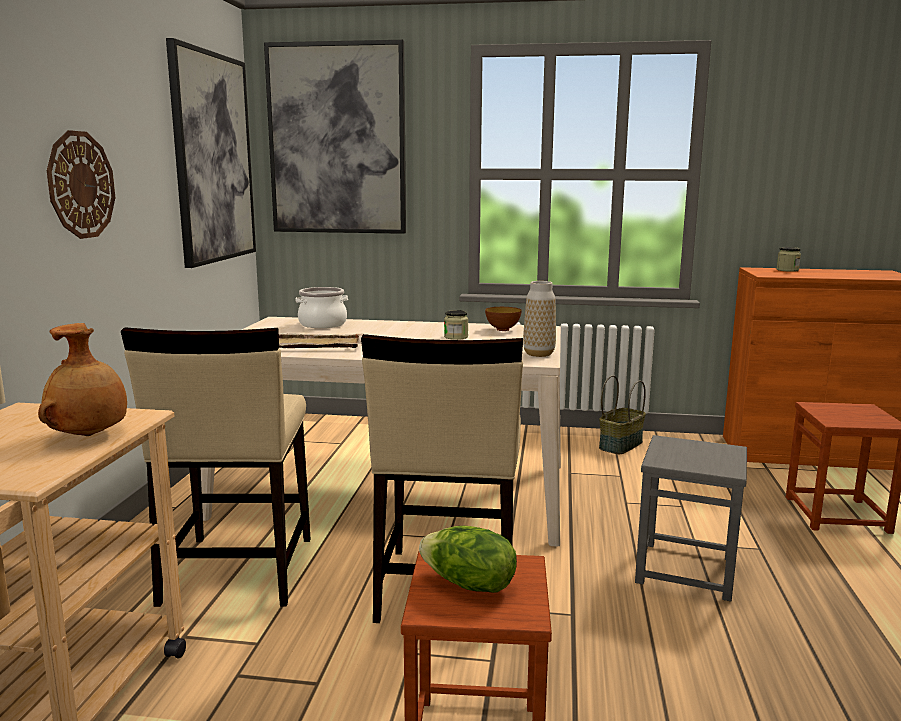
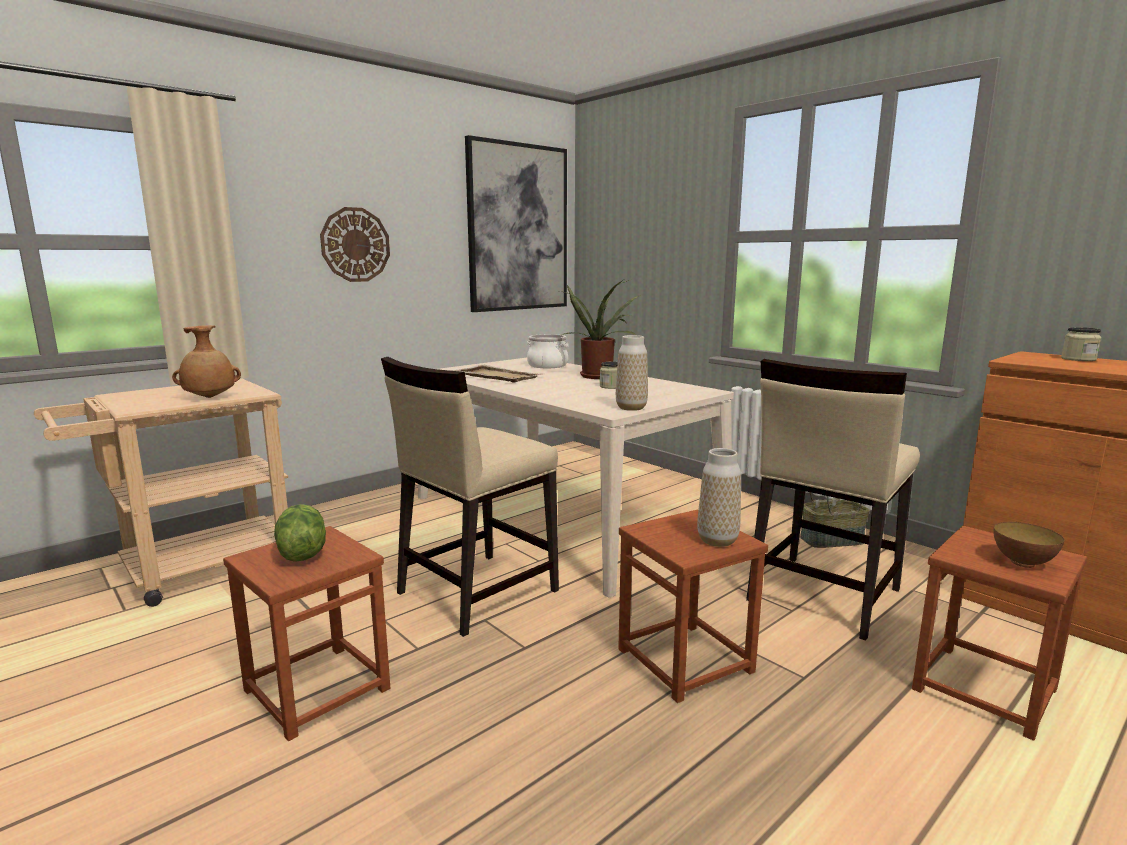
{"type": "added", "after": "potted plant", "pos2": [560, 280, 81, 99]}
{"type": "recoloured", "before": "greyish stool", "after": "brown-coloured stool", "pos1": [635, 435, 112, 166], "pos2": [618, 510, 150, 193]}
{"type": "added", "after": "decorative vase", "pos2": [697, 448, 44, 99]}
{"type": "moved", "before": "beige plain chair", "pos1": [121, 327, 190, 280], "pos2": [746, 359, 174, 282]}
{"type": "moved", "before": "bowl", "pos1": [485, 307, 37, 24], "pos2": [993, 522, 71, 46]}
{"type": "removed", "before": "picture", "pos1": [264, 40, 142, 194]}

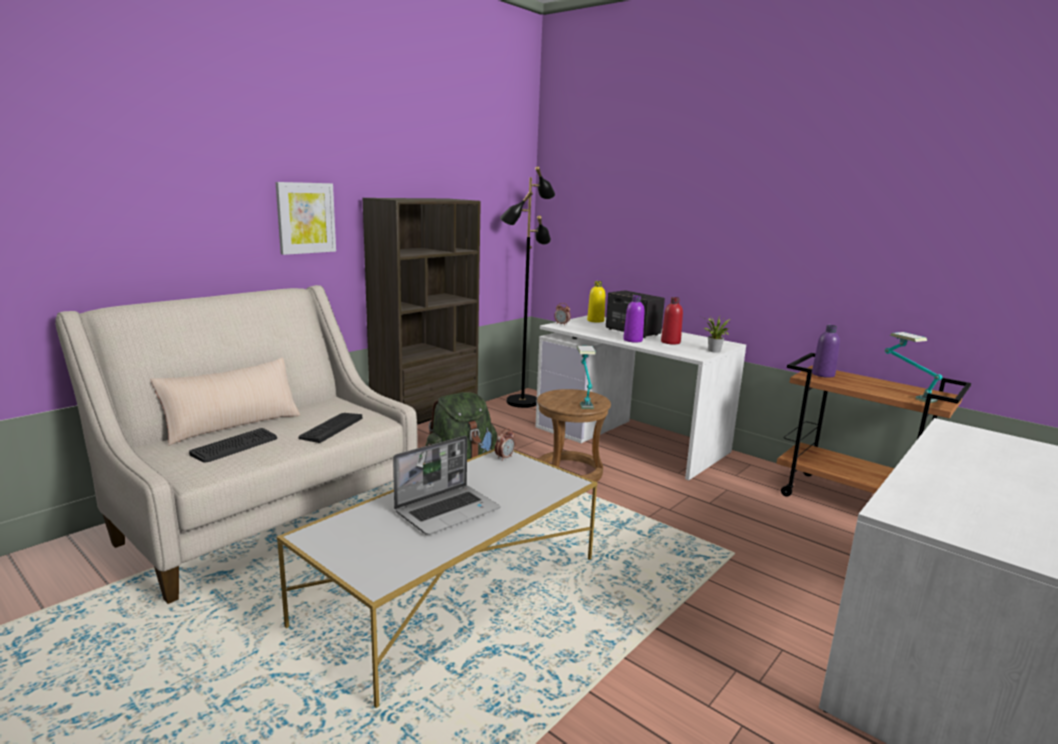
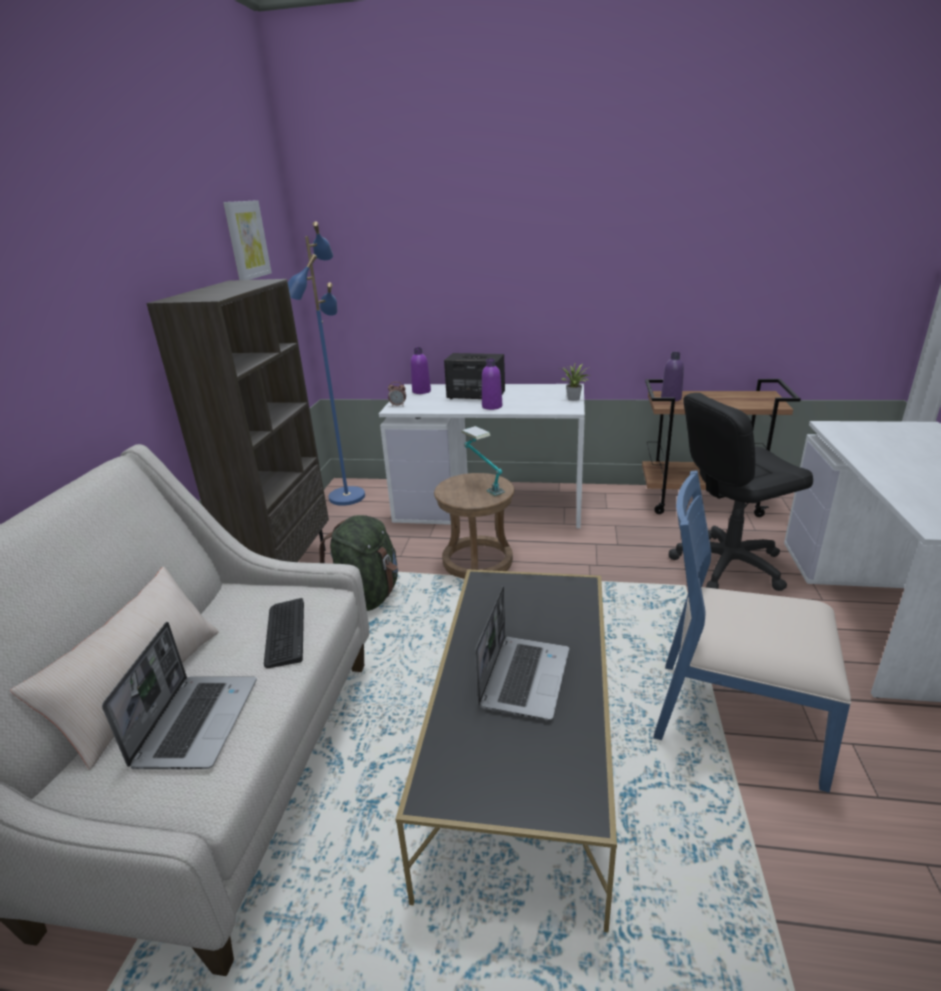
{"type": "replaced", "before": "PC keyboard", "after": "portable computer", "pos1": [189, 428, 88, 34], "pos2": [102, 622, 155, 147]}
{"type": "moved", "before": "picture", "pos1": [275, 182, 61, 73], "pos2": [223, 200, 49, 80]}
{"type": "recoloured", "before": "blackish floor lamp", "after": "blue floor lamp", "pos1": [500, 166, 55, 242], "pos2": [288, 221, 77, 285]}
{"type": "recoloured", "before": "whitish lounge table", "after": "blackish lounge table", "pos1": [277, 449, 320, 259], "pos2": [396, 569, 221, 363]}
{"type": "recoloured", "before": "yellow drink bottle", "after": "purple-coloured drink bottle", "pos1": [587, 281, 18, 42], "pos2": [411, 347, 20, 47]}
{"type": "added", "after": "blue plain chair", "pos2": [654, 470, 197, 323]}
{"type": "added", "after": "blackish computer chair", "pos2": [669, 393, 144, 198]}
{"type": "removed", "before": "alarm clock", "pos1": [495, 428, 20, 33]}
{"type": "removed", "before": "red drink bottle", "pos1": [661, 297, 22, 48]}
{"type": "removed", "before": "lamp for a table", "pos1": [885, 332, 57, 71]}

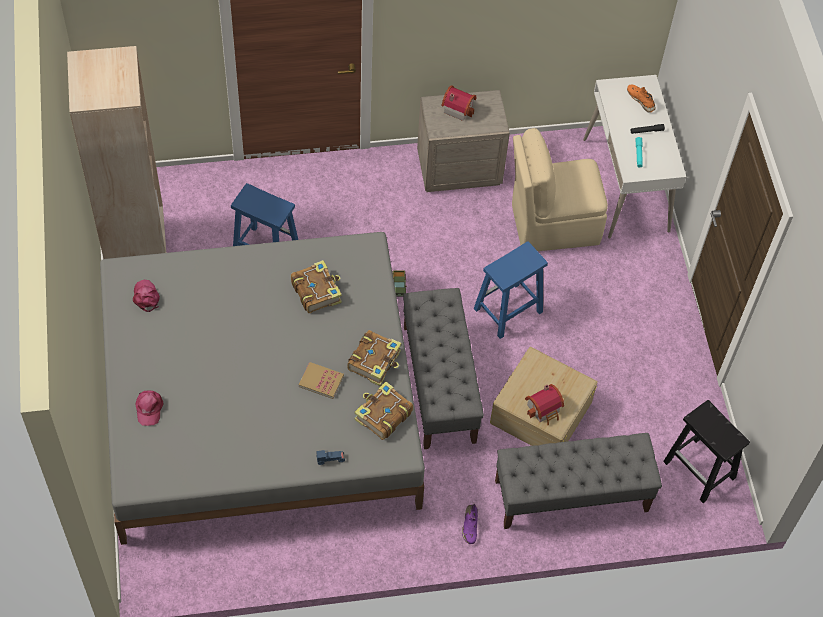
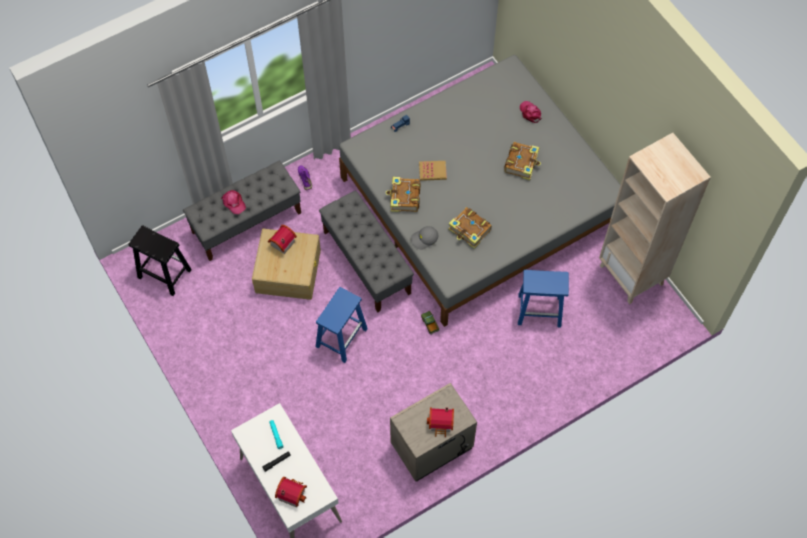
{"type": "moved", "before": "pink cap", "pos1": [133, 280, 27, 32], "pos2": [221, 190, 25, 24]}
{"type": "replaced", "before": "orangey low shoe", "after": "model house", "pos1": [627, 85, 29, 28], "pos2": [275, 477, 32, 30]}
{"type": "added", "after": "greyish cap", "pos2": [411, 226, 27, 24]}
{"type": "moved", "before": "volume", "pos1": [354, 381, 59, 59], "pos2": [504, 142, 37, 38]}
{"type": "removed", "before": "beige plain chair", "pos1": [512, 128, 96, 123]}

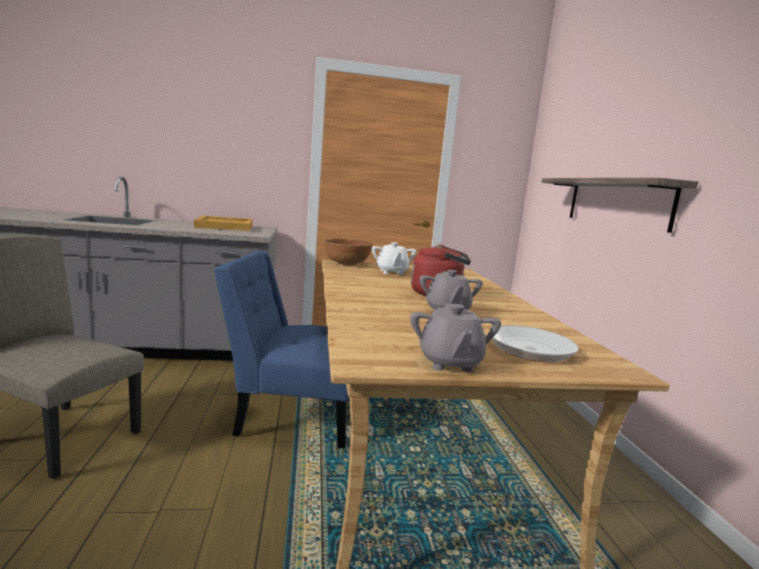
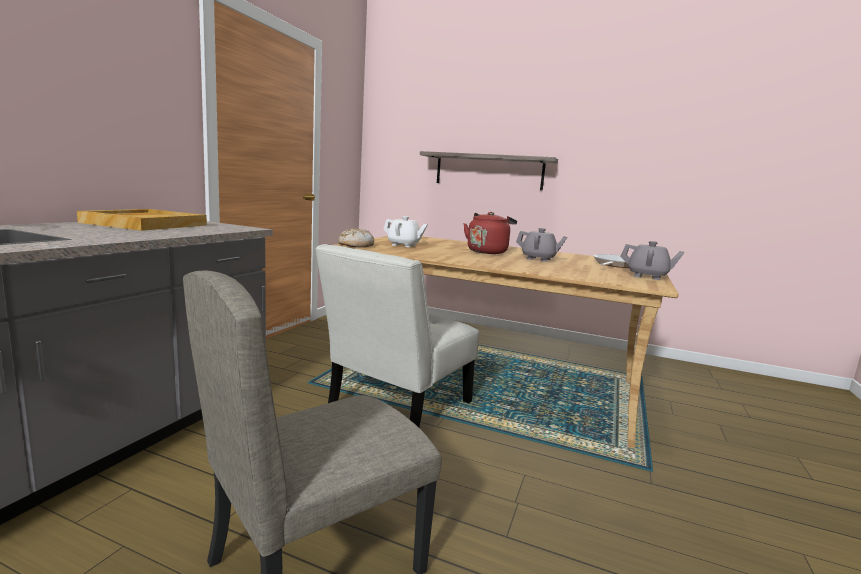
{"type": "recoloured", "before": "blue plain chair", "after": "whitish plain chair", "pos1": [214, 251, 135, 198], "pos2": [315, 244, 164, 183]}
{"type": "replaced", "before": "brown-coloured bowl", "after": "baked bread", "pos1": [323, 239, 50, 27], "pos2": [338, 228, 36, 20]}

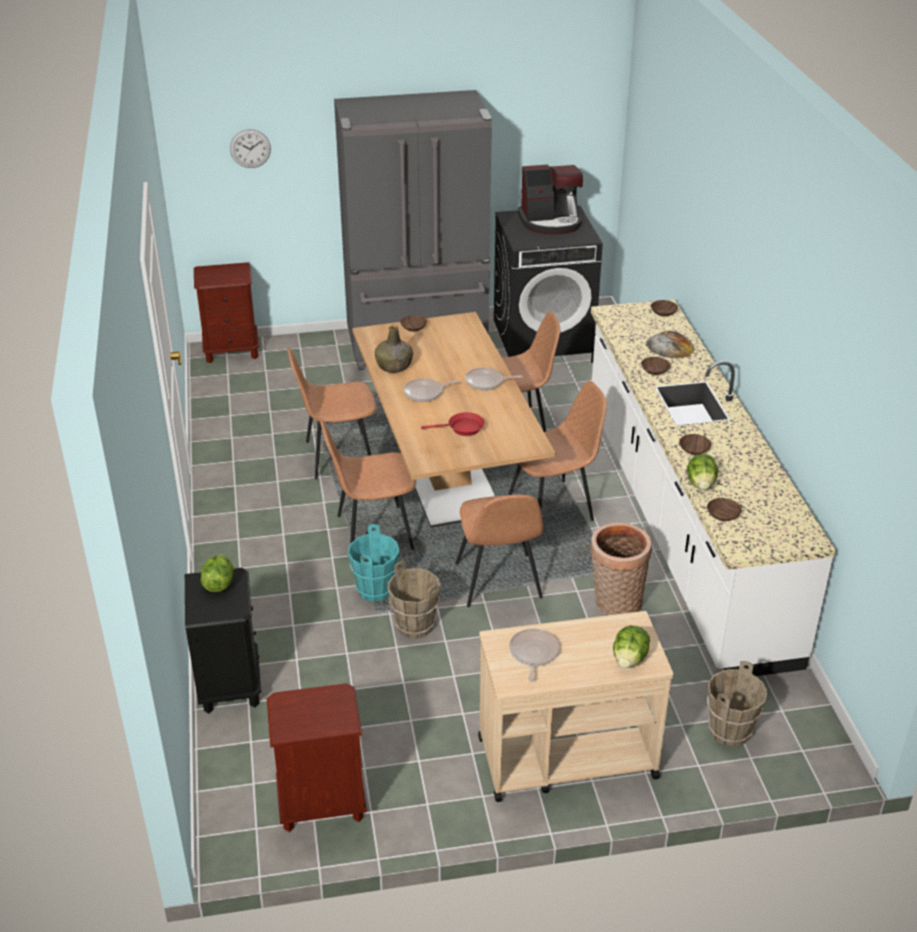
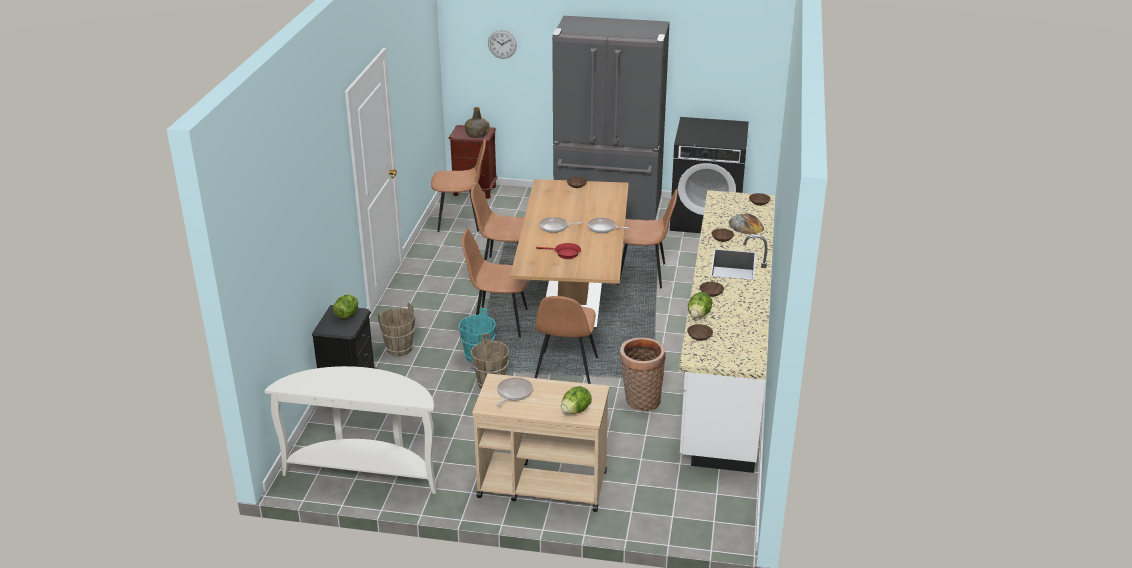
{"type": "replaced", "before": "brown-coloured nightstand", "after": "whitish console table", "pos1": [267, 683, 100, 149], "pos2": [265, 366, 172, 128]}
{"type": "moved", "before": "brown-coloured bucket", "pos1": [707, 661, 60, 86], "pos2": [378, 303, 37, 53]}
{"type": "moved", "before": "brown-coloured plain chair", "pos1": [509, 381, 98, 140], "pos2": [431, 139, 55, 93]}
{"type": "moved", "before": "greenish drink bottle", "pos1": [375, 325, 38, 48], "pos2": [465, 107, 25, 31]}
{"type": "removed", "before": "coffee maker", "pos1": [517, 165, 66, 69]}

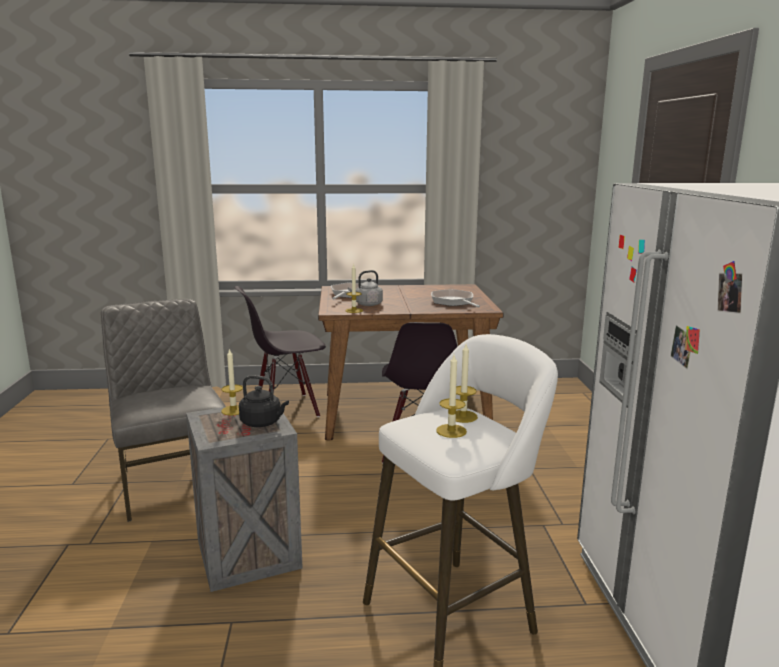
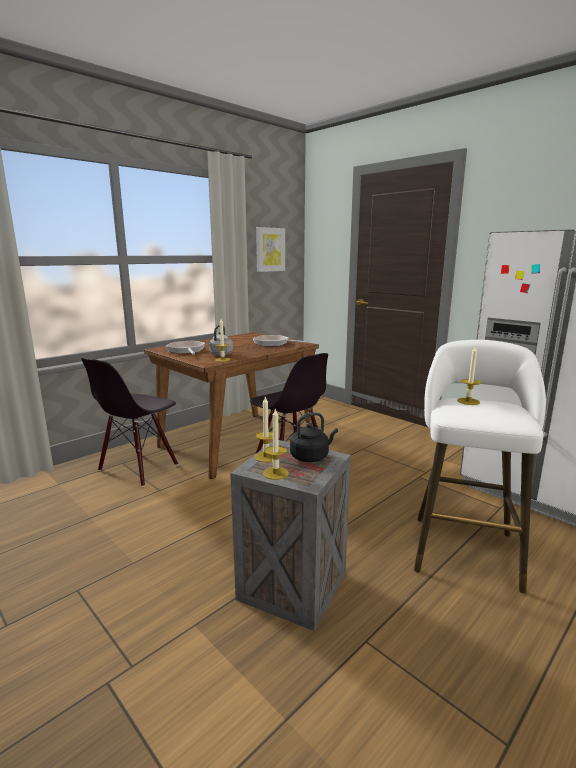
{"type": "added", "after": "picture", "pos2": [256, 227, 29, 45]}
{"type": "moved", "before": "candle", "pos1": [436, 355, 31, 83], "pos2": [263, 408, 26, 72]}
{"type": "removed", "before": "greyish plain chair", "pos1": [101, 299, 125, 223]}

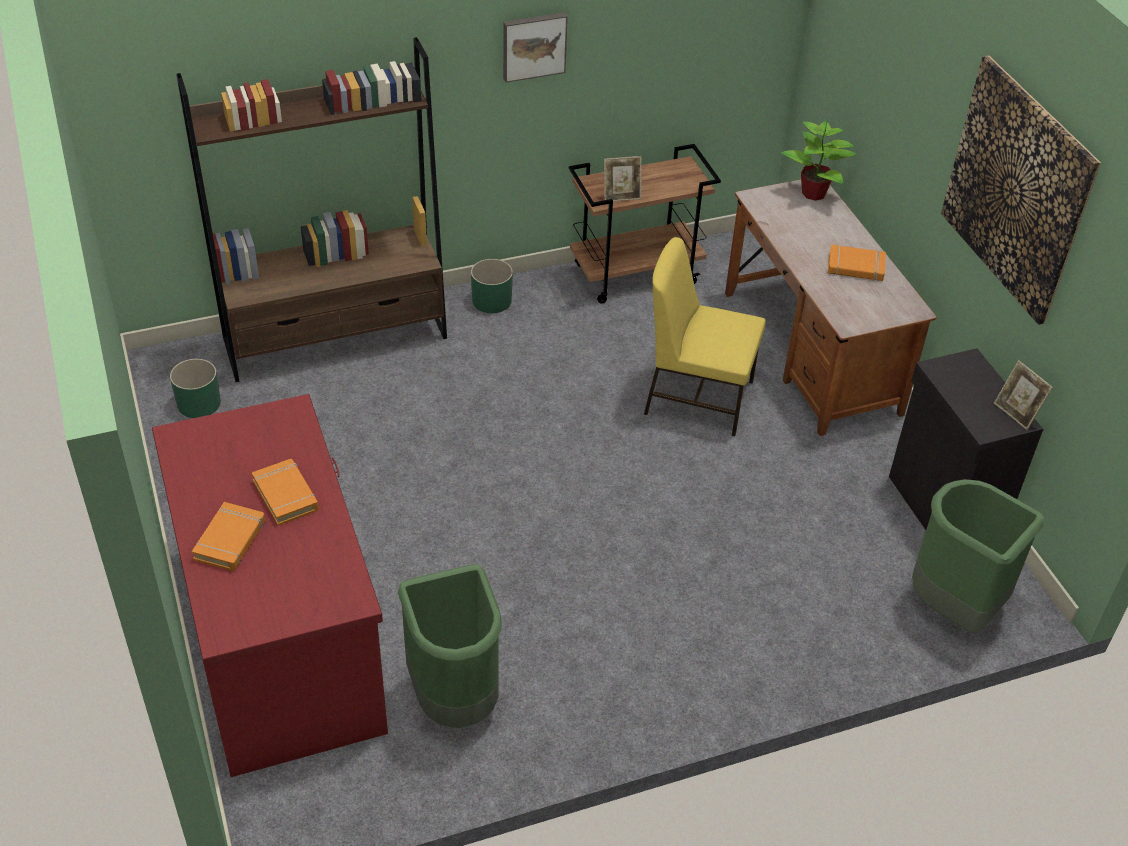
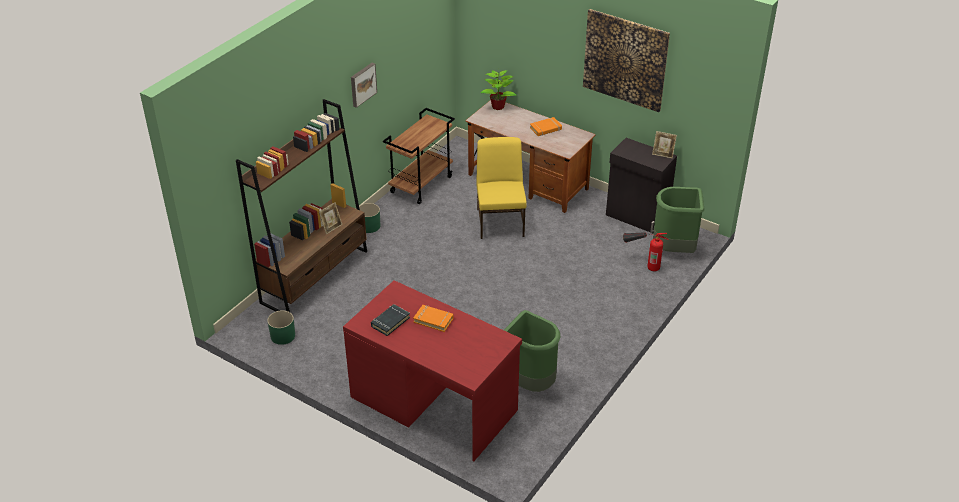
{"type": "moved", "before": "picture frame", "pos1": [604, 156, 37, 46], "pos2": [319, 202, 23, 33]}
{"type": "added", "after": "blackish volume", "pos2": [371, 304, 39, 32]}
{"type": "turned", "before": "yellow plain chair", "pos1": [644, 237, 122, 199], "pos2": [476, 137, 51, 102], "turn": 105}
{"type": "added", "after": "fire extinguisher", "pos2": [623, 232, 46, 39]}
{"type": "removed", "before": "orangey volume", "pos1": [192, 502, 73, 69]}

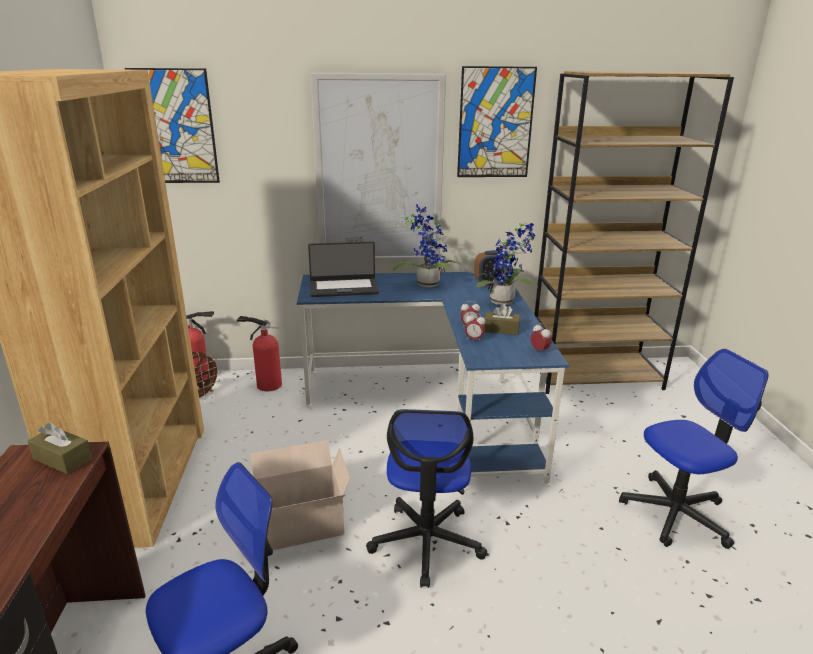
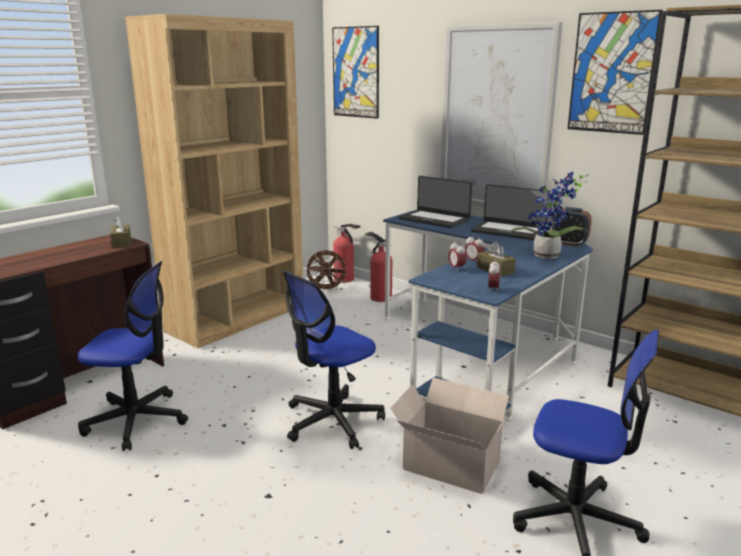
{"type": "moved", "before": "packing box", "pos1": [251, 440, 99, 110], "pos2": [391, 378, 122, 116]}
{"type": "replaced", "before": "potted plant", "after": "portable computer", "pos1": [392, 204, 69, 83], "pos2": [471, 184, 79, 56]}

